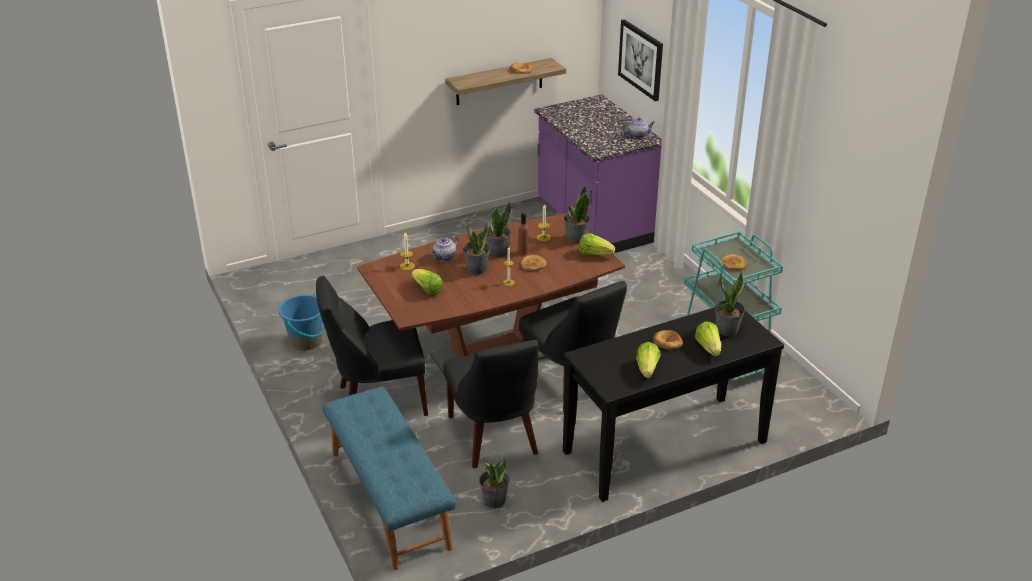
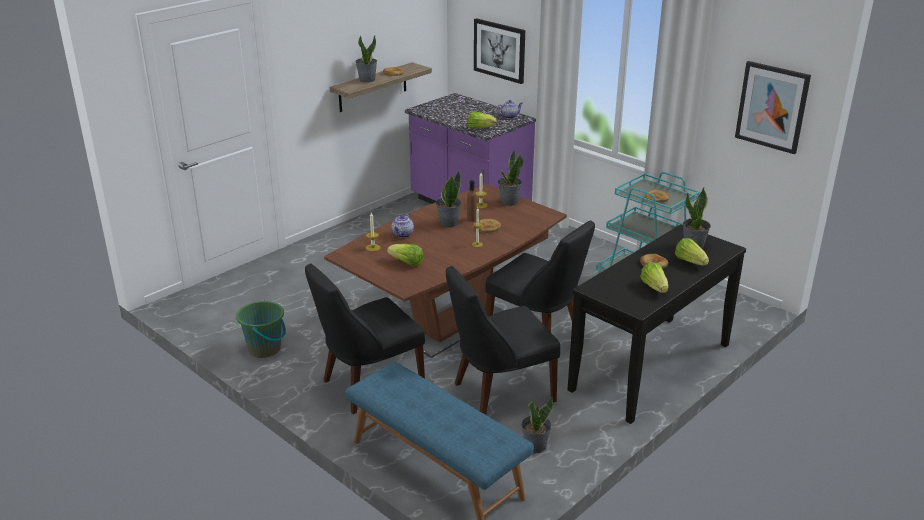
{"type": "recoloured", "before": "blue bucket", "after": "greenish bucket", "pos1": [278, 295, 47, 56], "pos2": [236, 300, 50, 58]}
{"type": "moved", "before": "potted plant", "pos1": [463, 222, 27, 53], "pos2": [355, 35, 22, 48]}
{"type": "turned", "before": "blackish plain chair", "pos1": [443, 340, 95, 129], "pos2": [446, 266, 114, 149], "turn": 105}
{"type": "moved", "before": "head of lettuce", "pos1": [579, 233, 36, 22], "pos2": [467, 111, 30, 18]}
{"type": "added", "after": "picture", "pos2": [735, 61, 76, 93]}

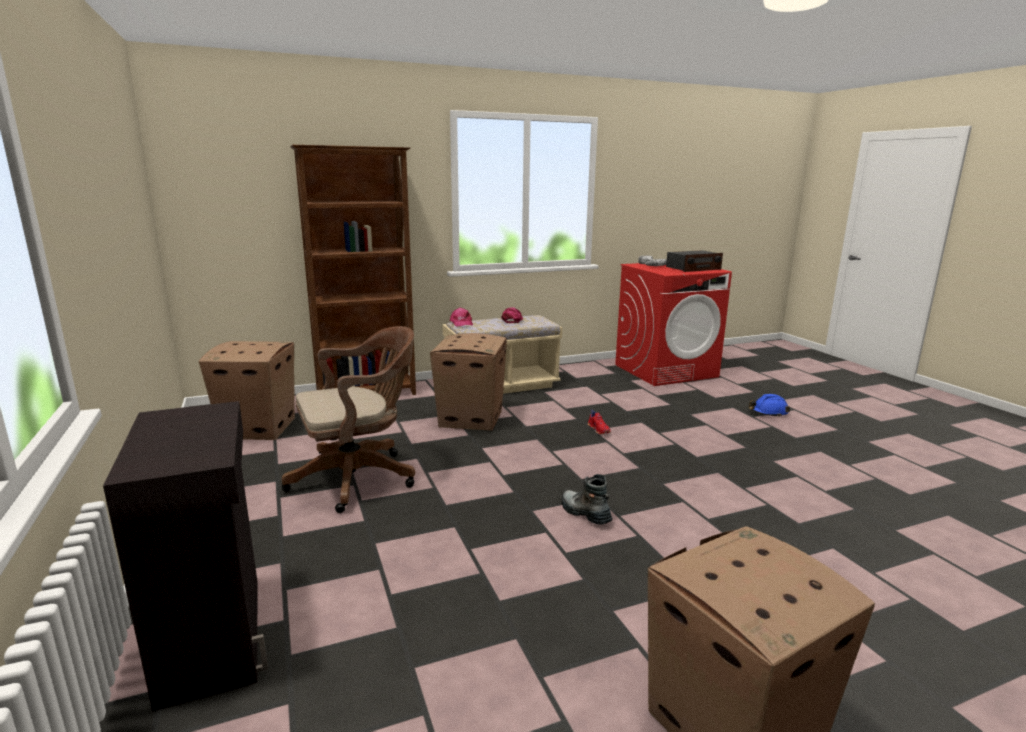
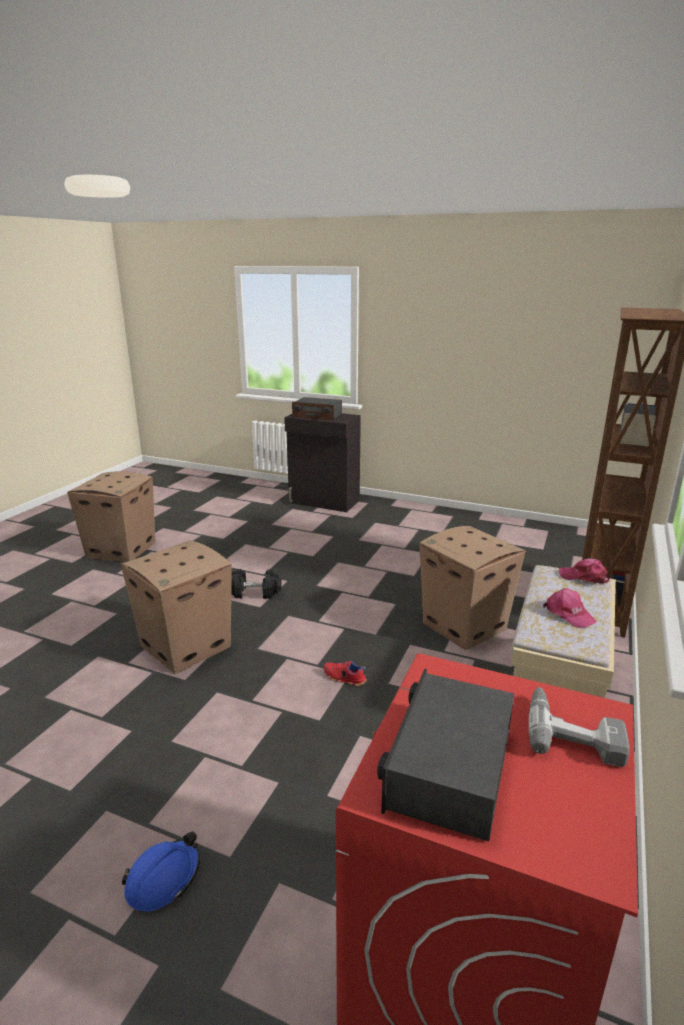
{"type": "moved", "before": "packing box", "pos1": [199, 341, 96, 99], "pos2": [121, 541, 111, 133]}
{"type": "replaced", "before": "tall boot", "after": "blackish hand weight", "pos1": [562, 474, 50, 51], "pos2": [231, 569, 51, 30]}
{"type": "added", "after": "radio", "pos2": [292, 397, 50, 24]}
{"type": "removed", "before": "brown-coloured computer chair", "pos1": [282, 326, 133, 187]}

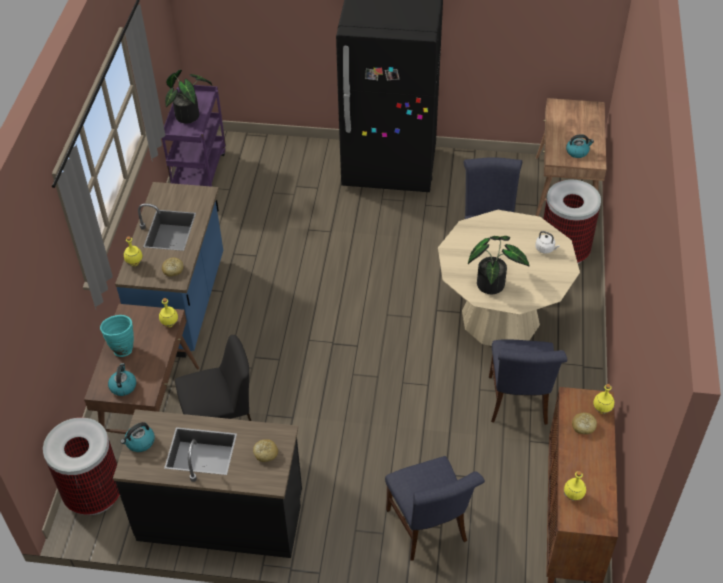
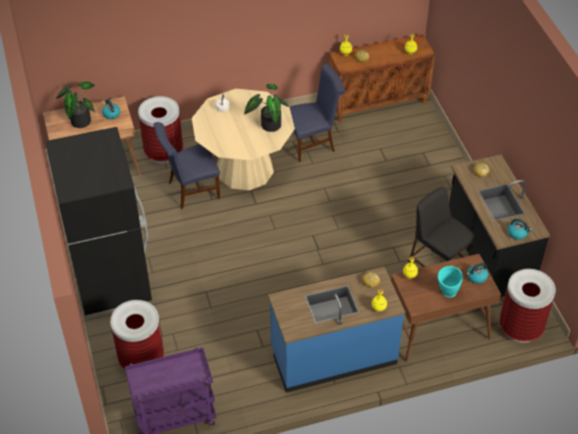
{"type": "moved", "before": "potted plant", "pos1": [165, 69, 47, 54], "pos2": [56, 82, 39, 46]}
{"type": "added", "after": "rubbish bin", "pos2": [110, 300, 54, 69]}
{"type": "removed", "before": "blue plain chair", "pos1": [385, 456, 100, 105]}

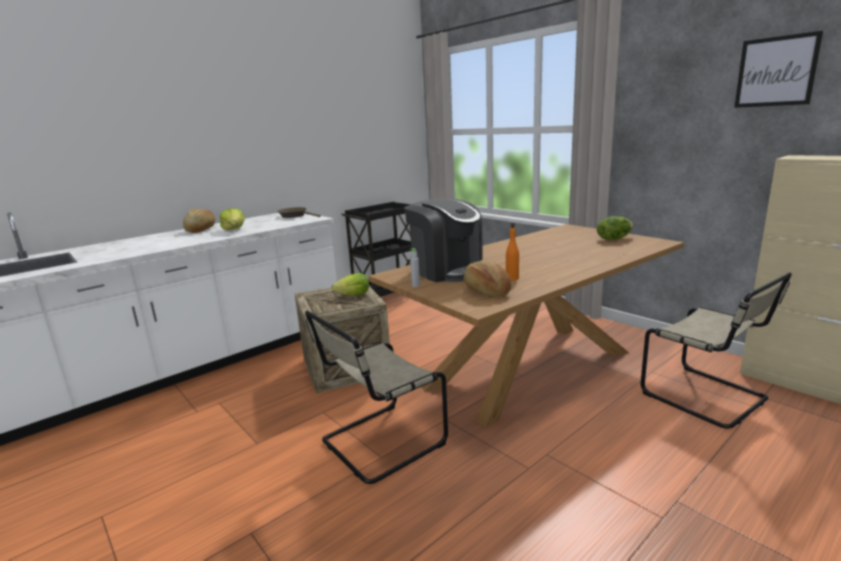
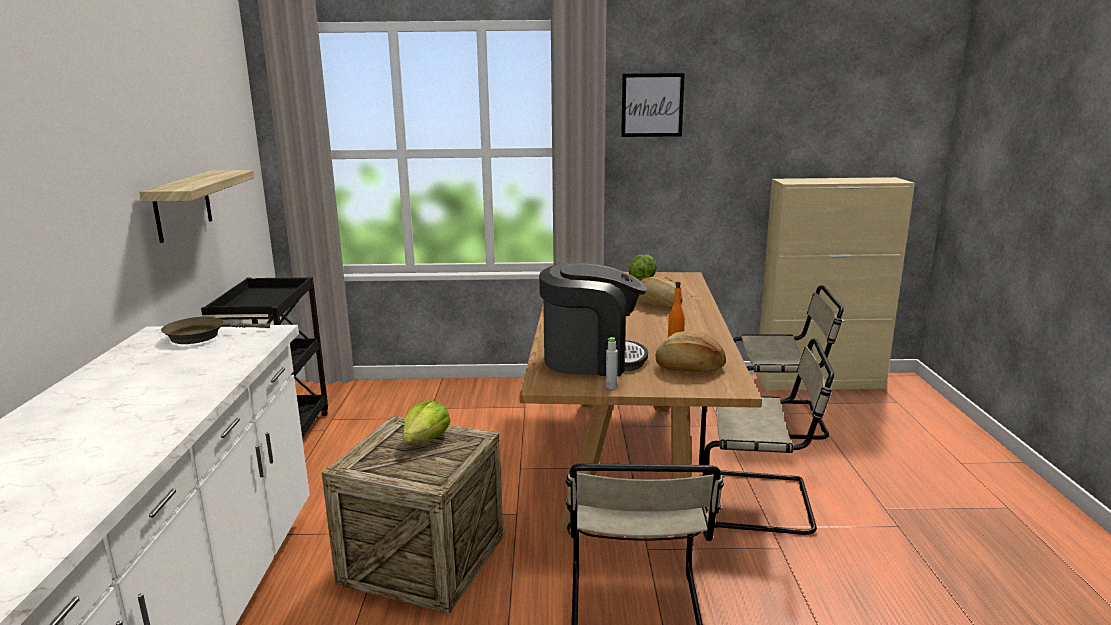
{"type": "added", "after": "bracket shelf", "pos2": [139, 170, 115, 73]}
{"type": "moved", "before": "picture", "pos1": [734, 31, 89, 77], "pos2": [621, 73, 64, 64]}
{"type": "moved", "before": "baked bread", "pos1": [183, 209, 32, 24], "pos2": [637, 276, 46, 33]}
{"type": "added", "after": "beige plain chair", "pos2": [699, 339, 135, 196]}
{"type": "removed", "before": "head of lettuce", "pos1": [220, 208, 25, 22]}

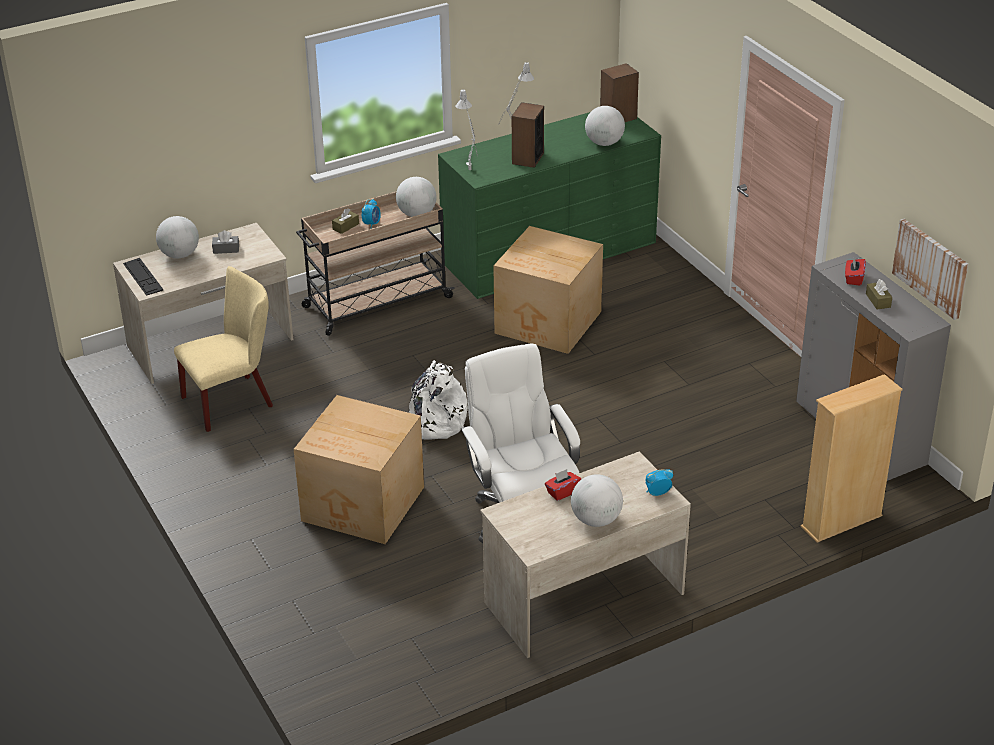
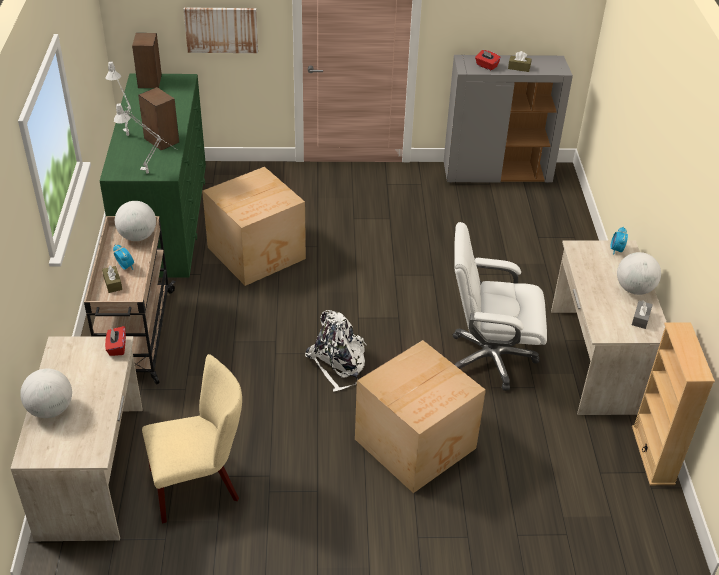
{"type": "moved", "before": "red tissue holder", "pos1": [545, 469, 36, 32], "pos2": [105, 326, 21, 30]}
{"type": "turned", "before": "beige plain chair", "pos1": [174, 266, 99, 166], "pos2": [142, 354, 100, 169], "turn": 75}
{"type": "moved", "before": "picture", "pos1": [892, 219, 76, 101], "pos2": [184, 7, 74, 46]}
{"type": "moved", "before": "greyish tissue holder", "pos1": [212, 230, 27, 24], "pos2": [632, 300, 21, 29]}
{"type": "moved", "before": "beige bookshelf", "pos1": [801, 374, 102, 169], "pos2": [632, 322, 83, 163]}
{"type": "removed", "before": "PC keyboard", "pos1": [123, 258, 40, 38]}
{"type": "removed", "before": "globe", "pos1": [585, 106, 40, 40]}

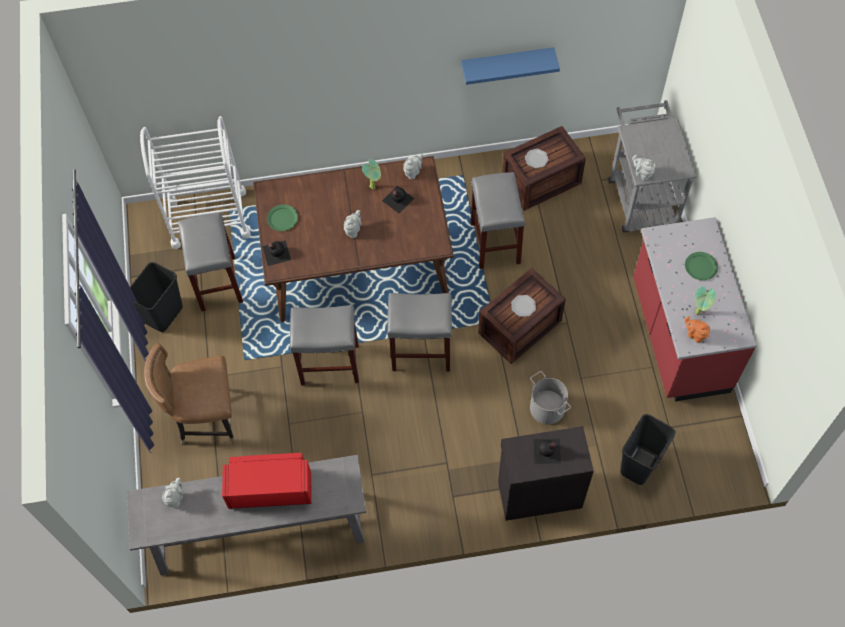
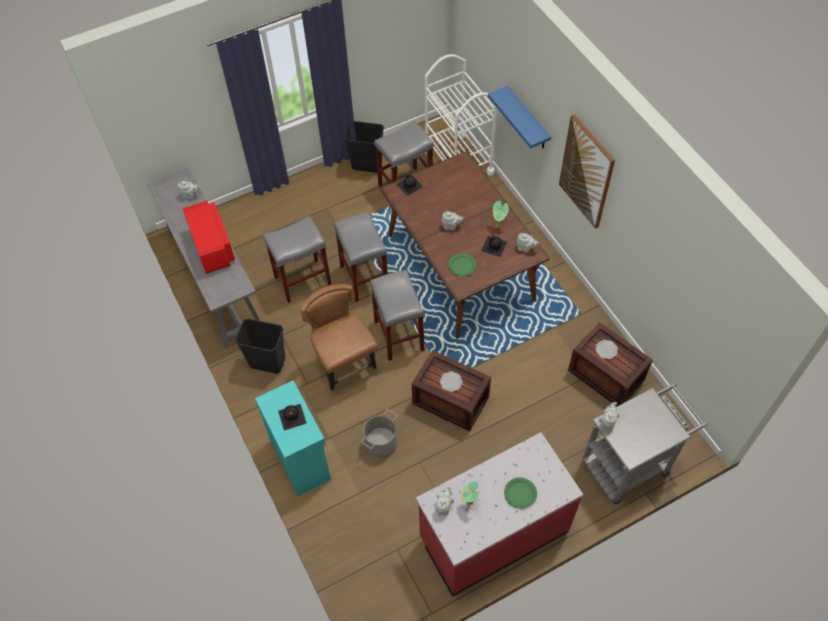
{"type": "moved", "before": "blackish rubbish bin", "pos1": [620, 414, 56, 71], "pos2": [235, 319, 50, 55]}
{"type": "recoloured", "before": "blackish storage cabinet", "after": "turquoise storage cabinet", "pos1": [498, 426, 96, 95], "pos2": [255, 381, 76, 115]}
{"type": "moved", "before": "greyish stool", "pos1": [471, 172, 54, 97], "pos2": [263, 216, 68, 87]}
{"type": "moved", "before": "brown-coloured plain chair", "pos1": [144, 343, 91, 102], "pos2": [301, 284, 77, 110]}
{"type": "recoloured", "before": "orangey teapot", "after": "greyish teapot", "pos1": [685, 316, 25, 27], "pos2": [436, 486, 18, 30]}
{"type": "moved", "before": "greenish plate", "pos1": [267, 205, 31, 26], "pos2": [448, 253, 28, 23]}
{"type": "moved", "before": "blue bracket shelf", "pos1": [461, 47, 99, 38], "pos2": [488, 86, 63, 62]}
{"type": "added", "after": "picture", "pos2": [559, 114, 56, 115]}

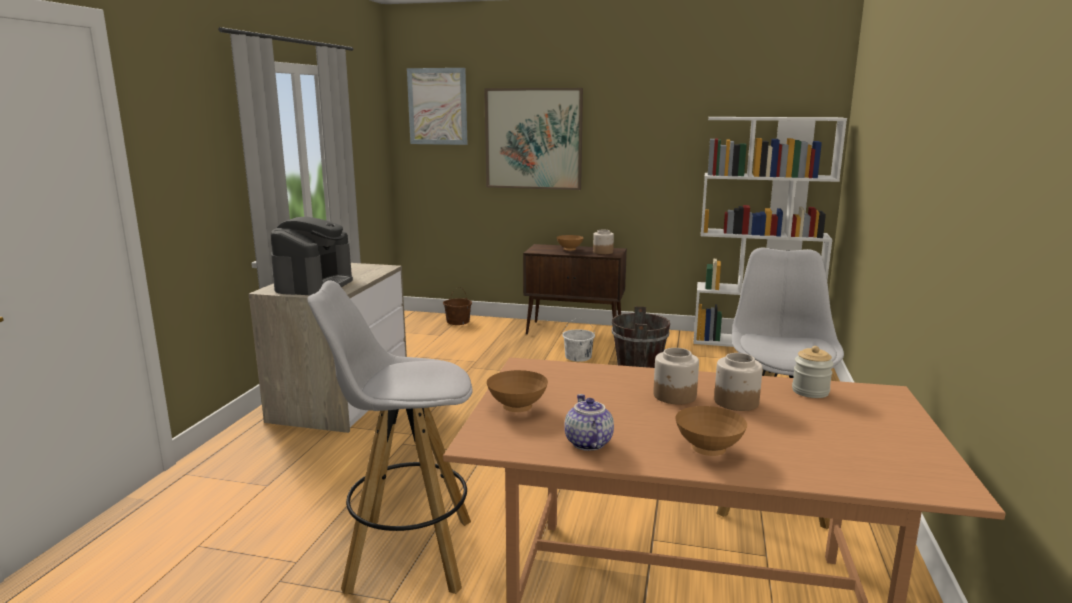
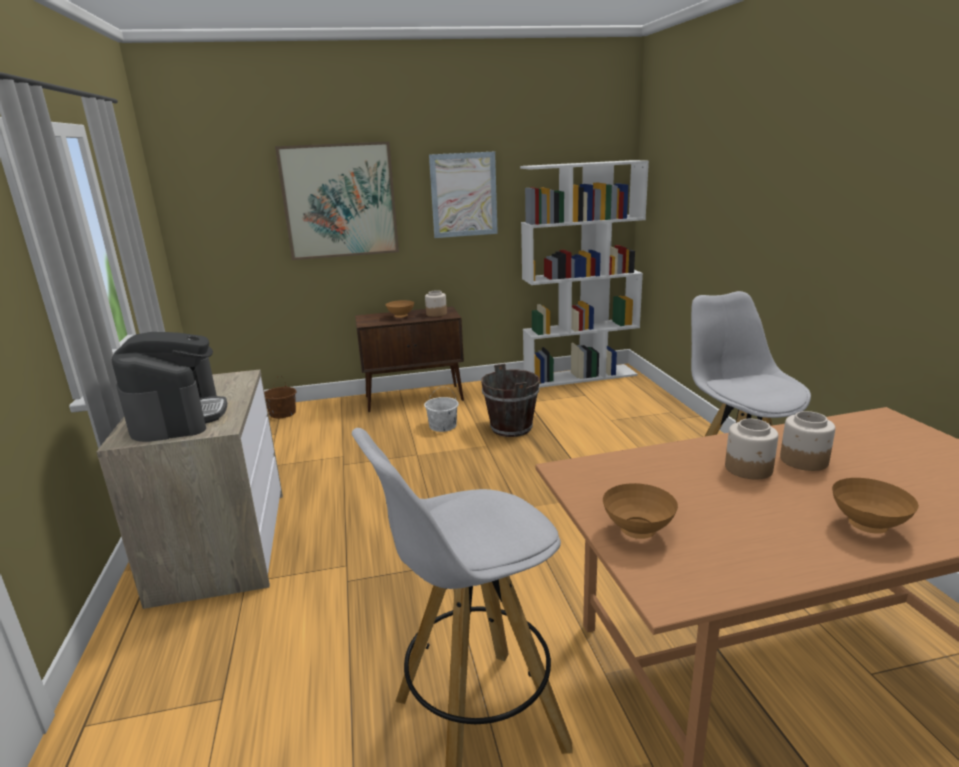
{"type": "moved", "before": "picture", "pos1": [407, 68, 61, 77], "pos2": [429, 151, 69, 87]}
{"type": "removed", "before": "teapot", "pos1": [564, 394, 50, 57]}
{"type": "removed", "before": "preserve jar", "pos1": [792, 346, 42, 52]}

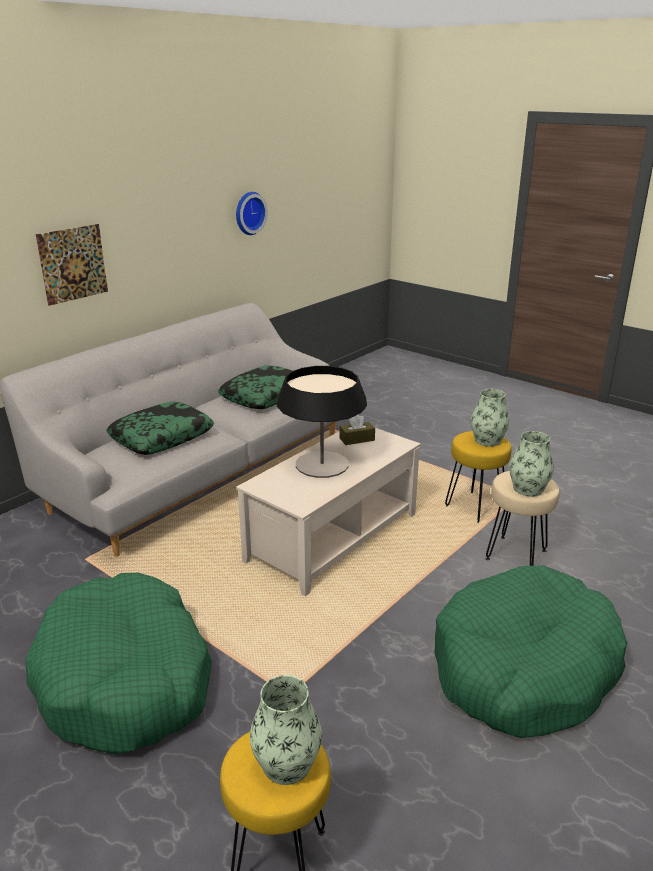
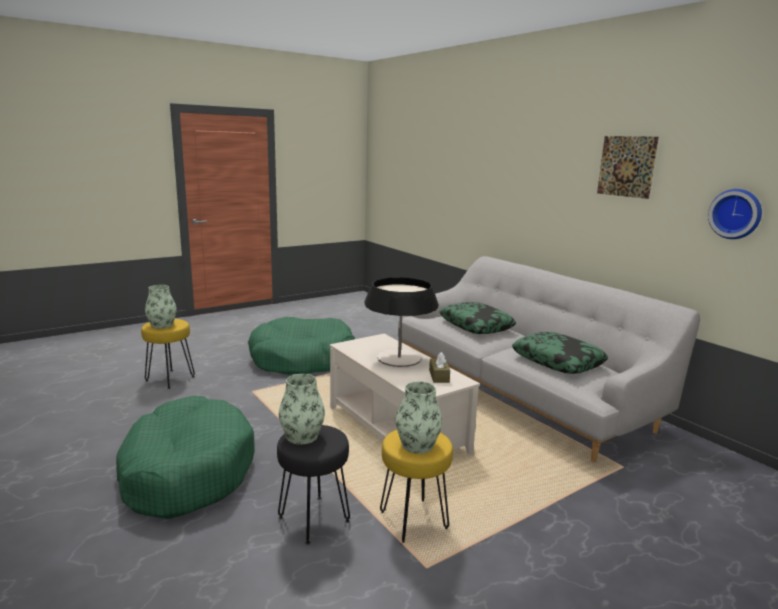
{"type": "recoloured", "before": "beige stool", "after": "blackish stool", "pos1": [486, 471, 74, 95], "pos2": [277, 425, 73, 120]}
{"type": "moved", "before": "picture", "pos1": [36, 224, 72, 82], "pos2": [597, 136, 62, 63]}

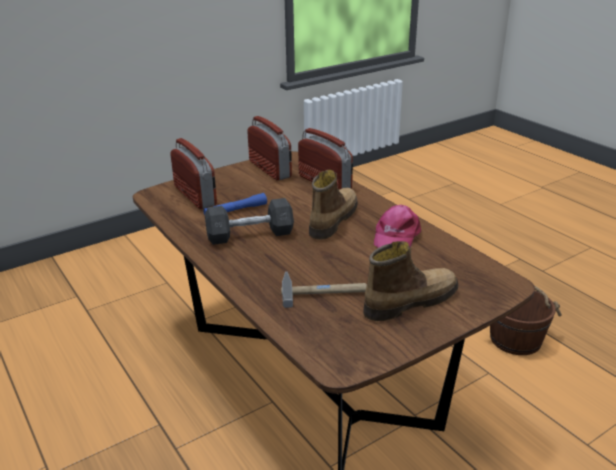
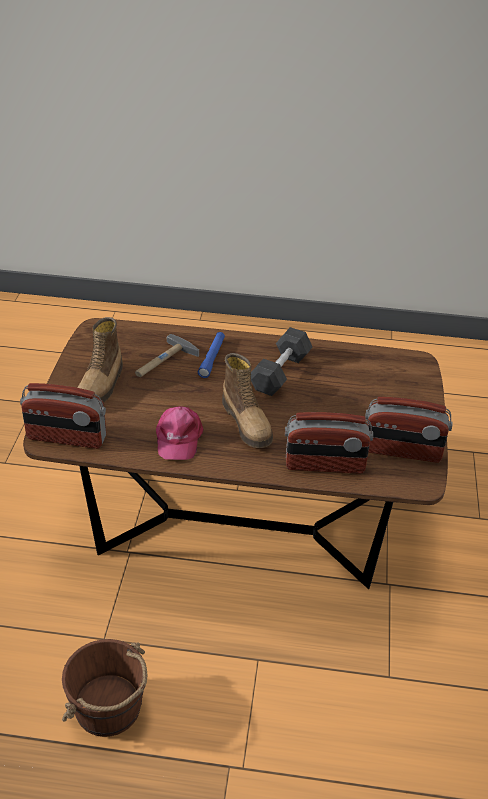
{"type": "moved", "before": "radio", "pos1": [170, 138, 47, 71], "pos2": [20, 383, 86, 66]}
{"type": "turned", "before": "pink cap", "pos1": [374, 205, 47, 43], "pos2": [156, 406, 48, 54], "turn": -150}
{"type": "moved", "before": "blue torch", "pos1": [203, 193, 64, 22], "pos2": [198, 332, 27, 46]}

